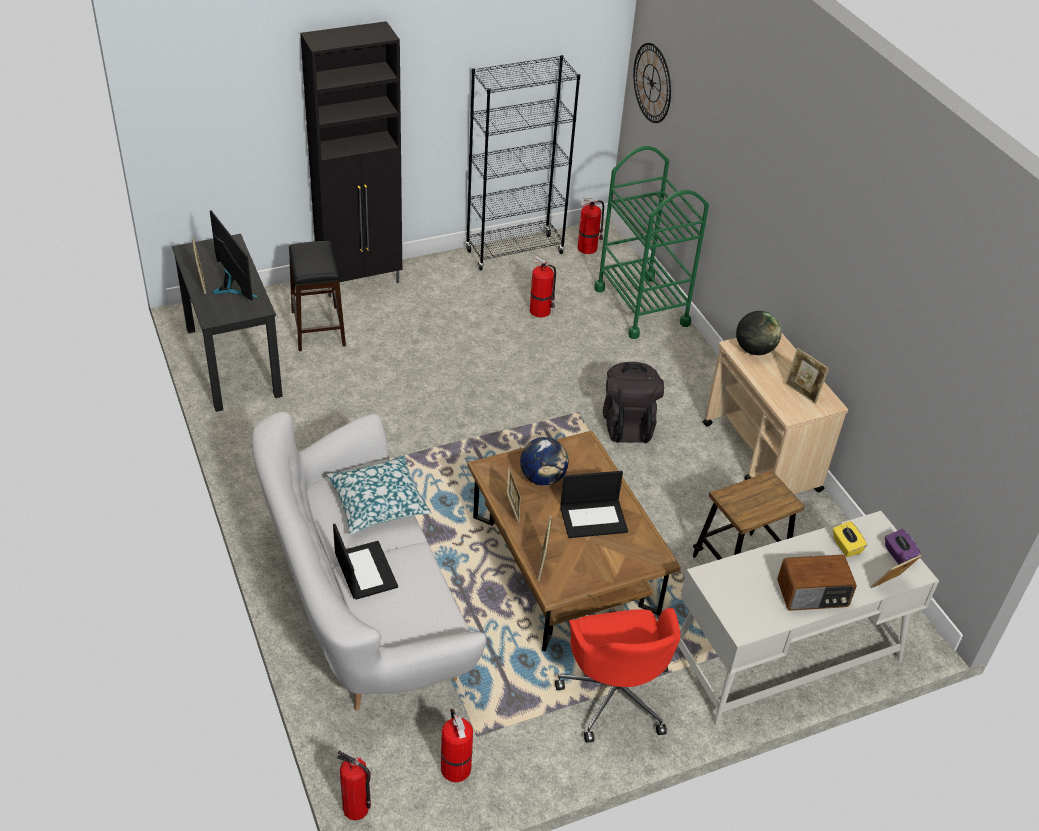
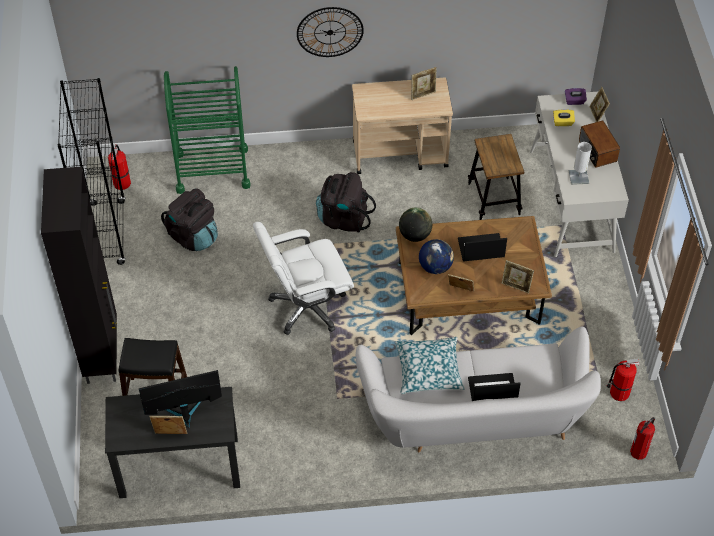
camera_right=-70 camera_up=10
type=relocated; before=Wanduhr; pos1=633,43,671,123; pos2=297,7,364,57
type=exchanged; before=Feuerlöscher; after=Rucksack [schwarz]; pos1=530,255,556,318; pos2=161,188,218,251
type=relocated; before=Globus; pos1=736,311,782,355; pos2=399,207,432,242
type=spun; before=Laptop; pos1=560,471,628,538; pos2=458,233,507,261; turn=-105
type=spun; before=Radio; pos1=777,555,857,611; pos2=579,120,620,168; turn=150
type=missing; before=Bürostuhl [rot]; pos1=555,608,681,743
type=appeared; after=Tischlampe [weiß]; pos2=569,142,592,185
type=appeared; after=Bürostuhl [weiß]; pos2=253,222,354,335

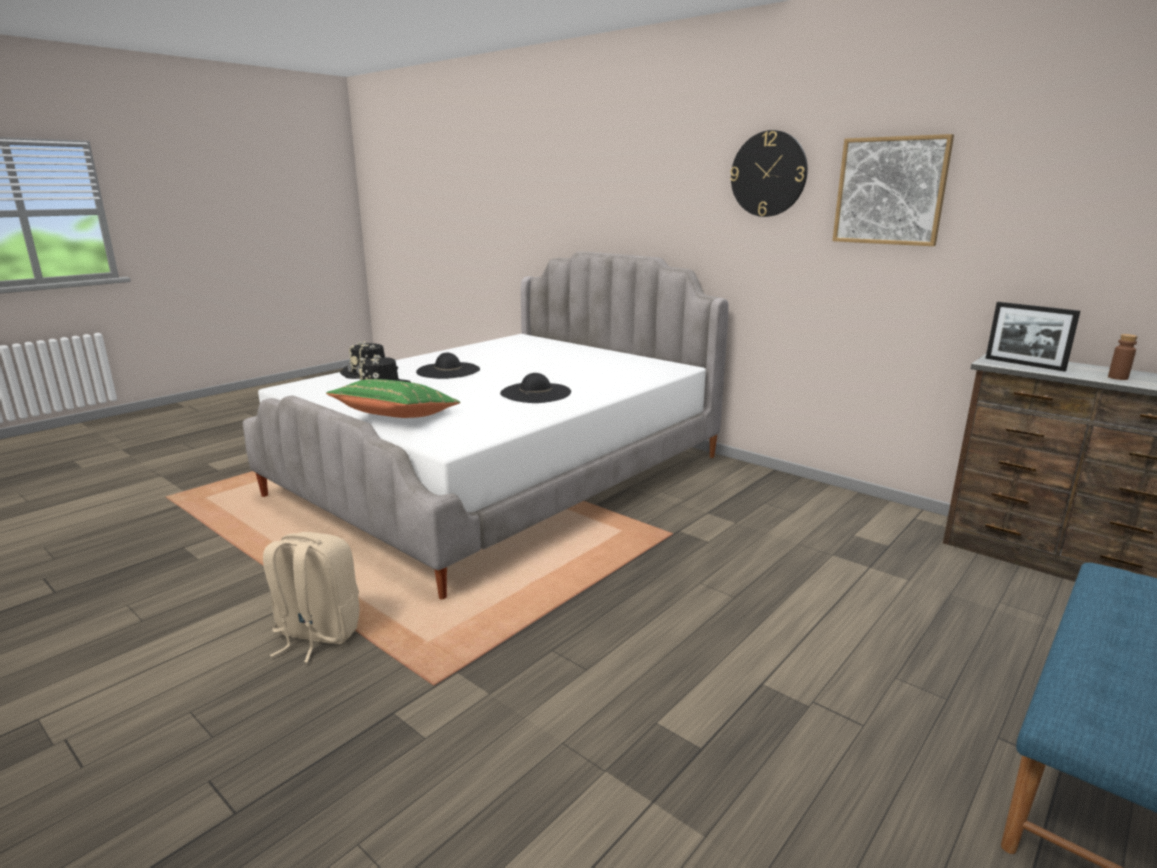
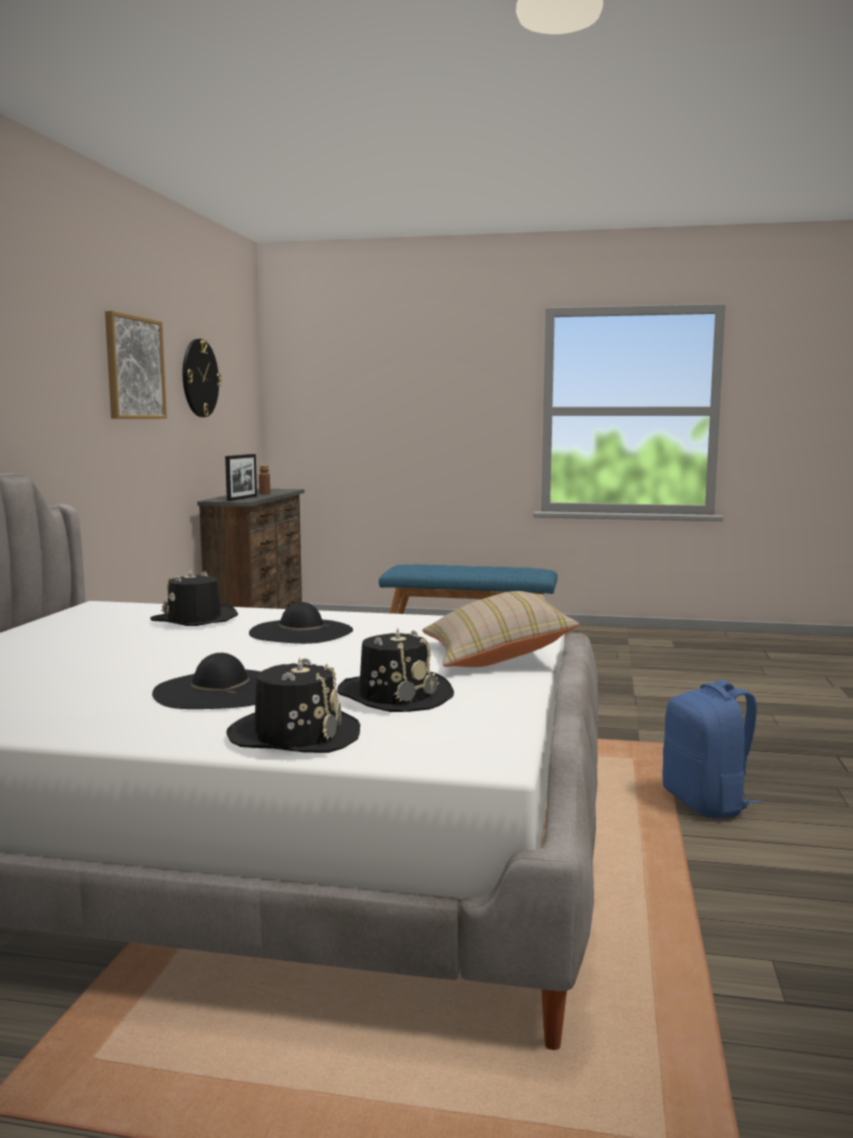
camera_right=-120 camera_up=-10
type=relocated; before=Wanduhr; pos1=730,130,808,217; pos2=182,339,221,417
type=colour; before=Kissen [grün]; after=Kissen [beige]; pos1=326,379,460,418; pos2=422,591,580,667
type=colour; before=Rucksack [beige]; after=Rucksack [blau]; pos1=263,532,360,663; pos2=662,680,762,819
type=appeared; after=Hut [schwarz]; pos2=150,569,238,626

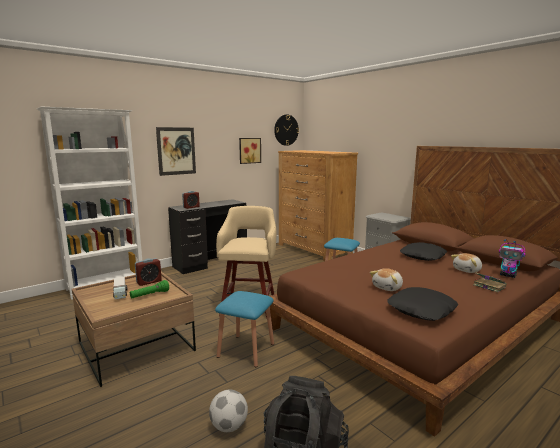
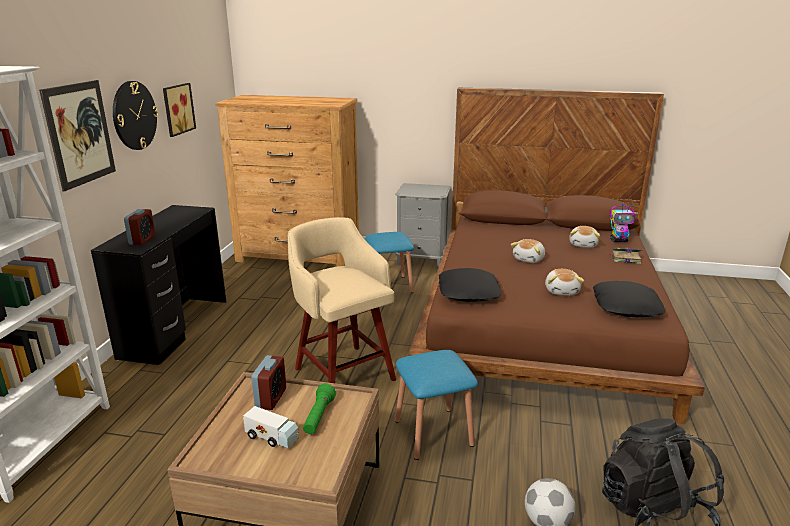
camera_right=-40 camera_up=10
type=relocated; before=Wanduhr; pos1=274,114,299,146; pos2=113,81,158,150
type=relocated; before=Kissen [schwarz]; pos1=400,242,447,261; pos2=439,268,501,302
type=appeared; after=Plüschtier; pos2=511,239,545,263

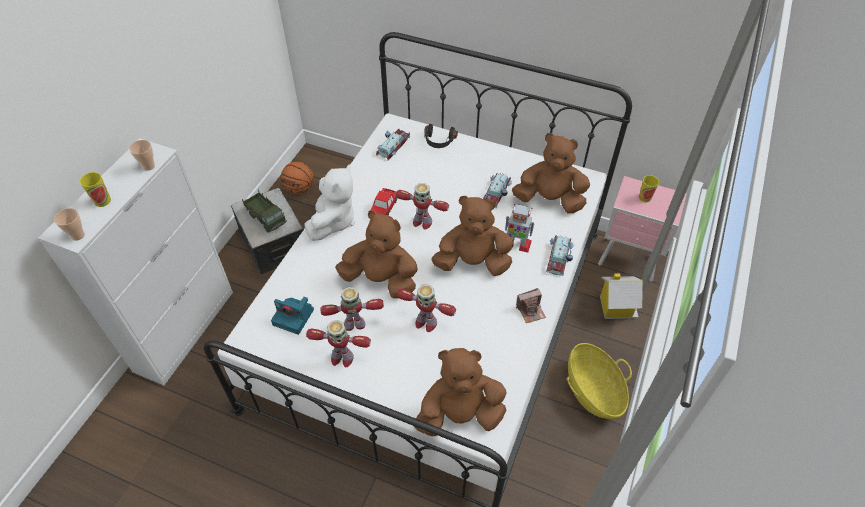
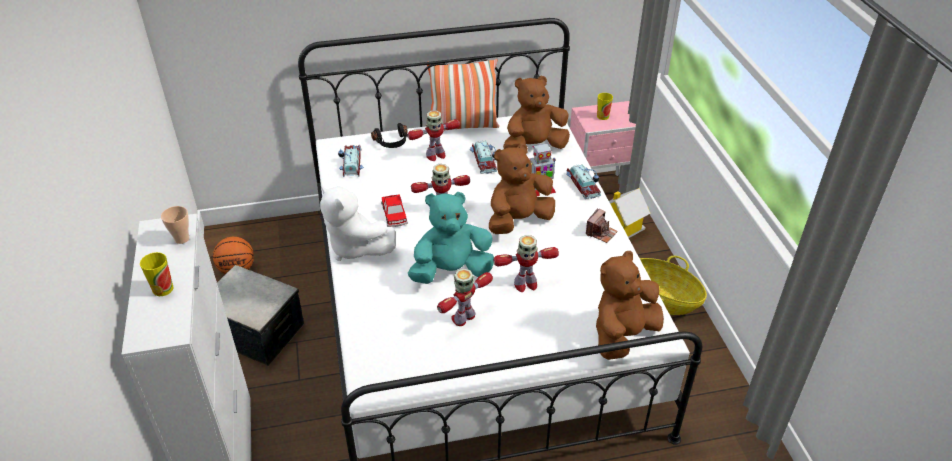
camera_right=-35 camera_up=-10
type=spun; before=Plüschtier [weiß]; pos1=304,164,355,241; pos2=320,186,396,261; turn=150
type=missing; before=Spielzeuglaster; pos1=242,189,287,233
type=missing; before=Tasse; pos1=54,208,85,241
type=colour; before=Plüschtier [braun]; after=Plüschtier [türkis]; pos1=335,211,418,298; pos2=408,192,494,284
type=missing; before=Kamera; pos1=271,297,314,335
type=relocated; before=Spielzeugroboter; pos1=306,320,371,368; pos2=407,110,460,161
type=appeared; after=Kissen; pos2=427,59,499,131

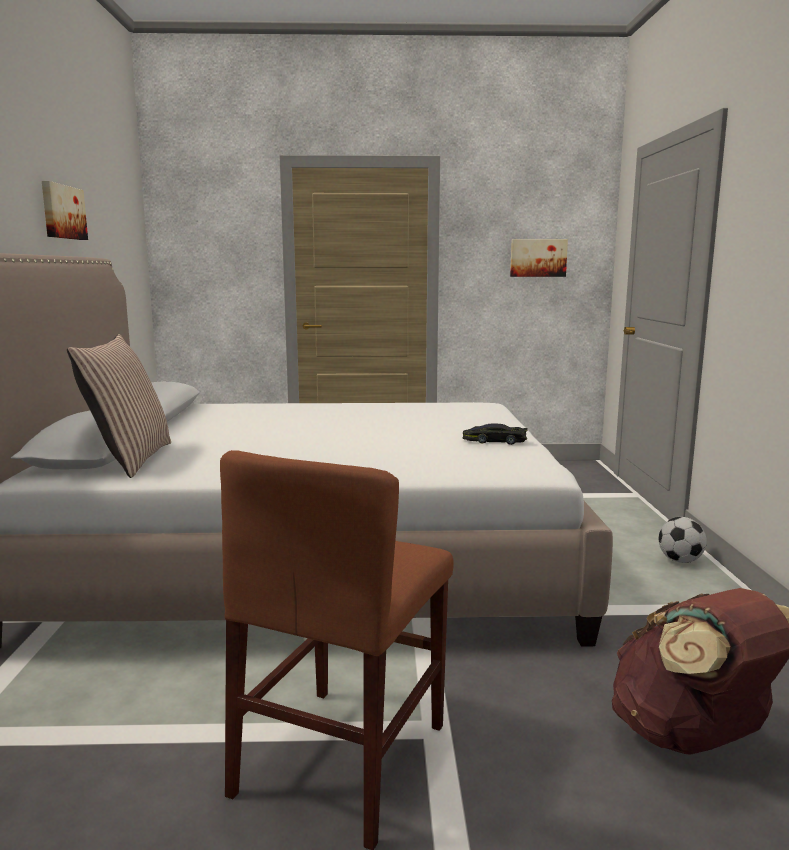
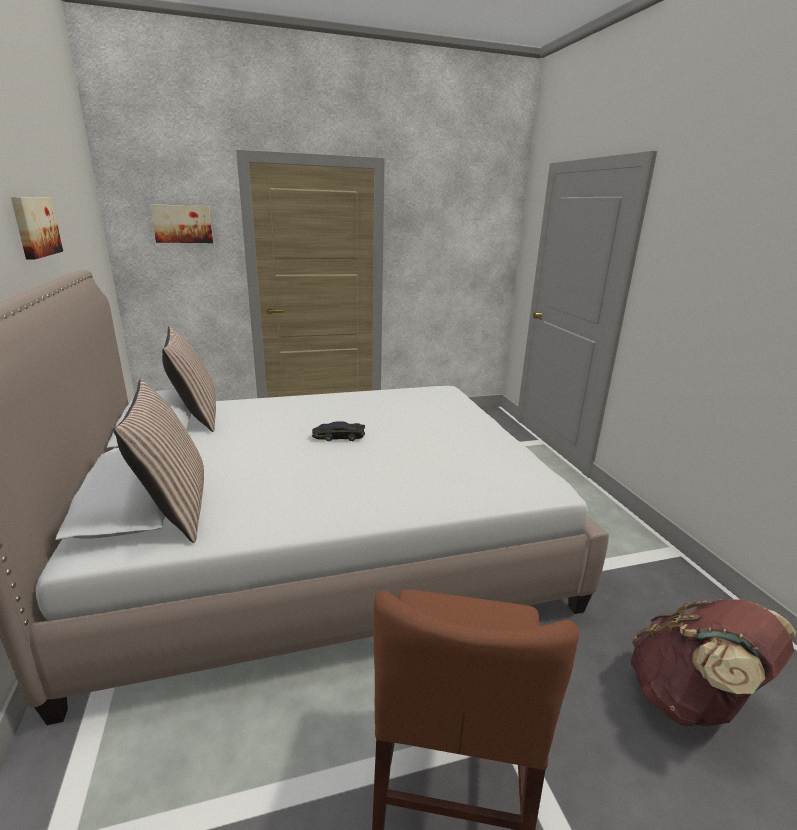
camera_right=-15 camera_up=10
type=relocated; before=Bild; pos1=510,239,568,277; pos2=150,204,213,243
type=relocated; before=Spielzeugauto [schwarz]; pos1=462,423,528,445; pos2=312,421,365,441
type=missing; before=Fußball; pos1=659,517,707,563
type=appeared; after=Kissen; pos2=162,326,216,432

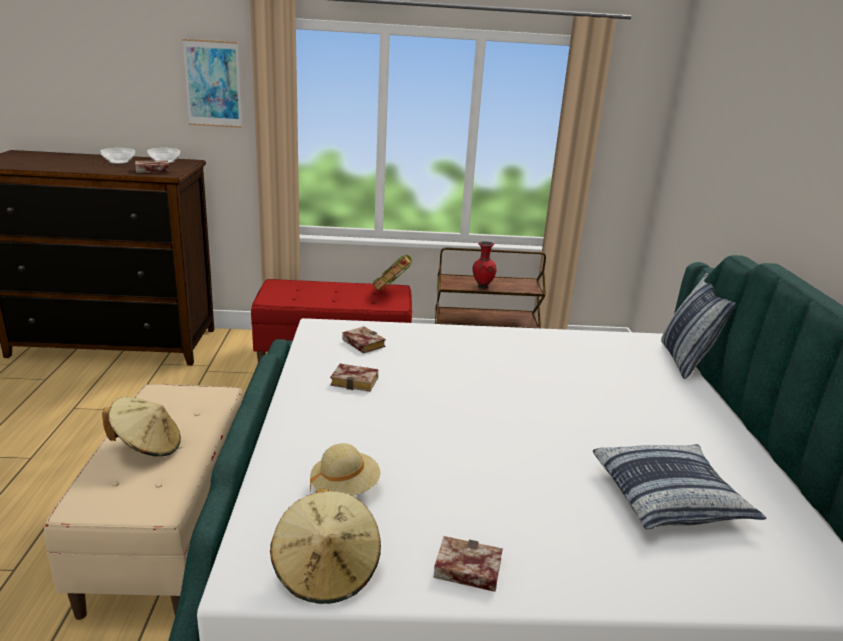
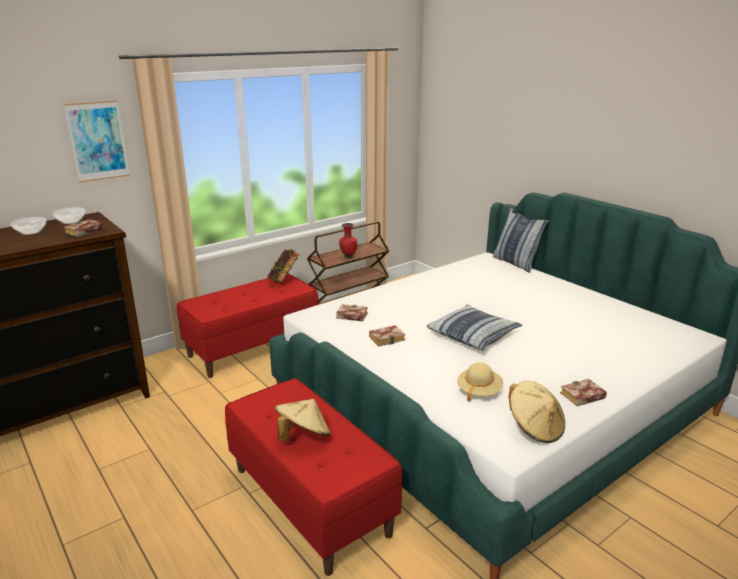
camera_right=-35 camera_up=0
type=colour; before=Bank [beige]; after=Bank [rot]; pos1=44,384,244,620; pos2=225,378,403,576
type=relocated; before=Kissen; pos1=593,444,767,529; pos2=427,304,522,351

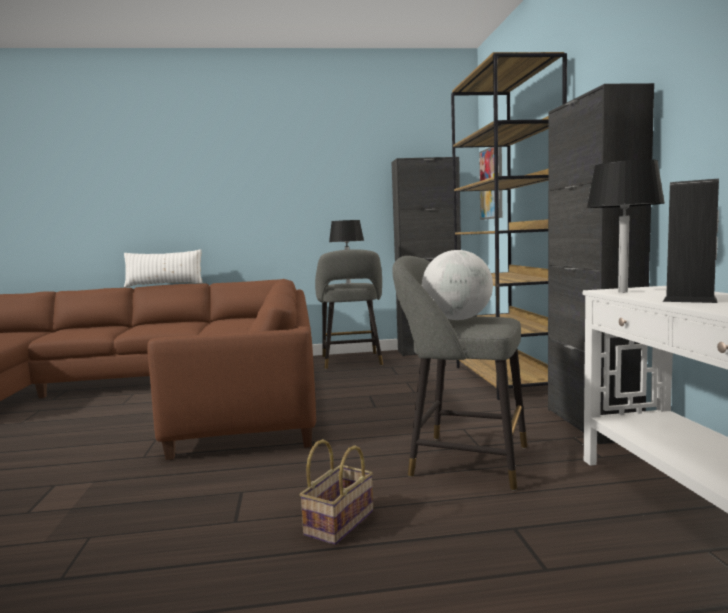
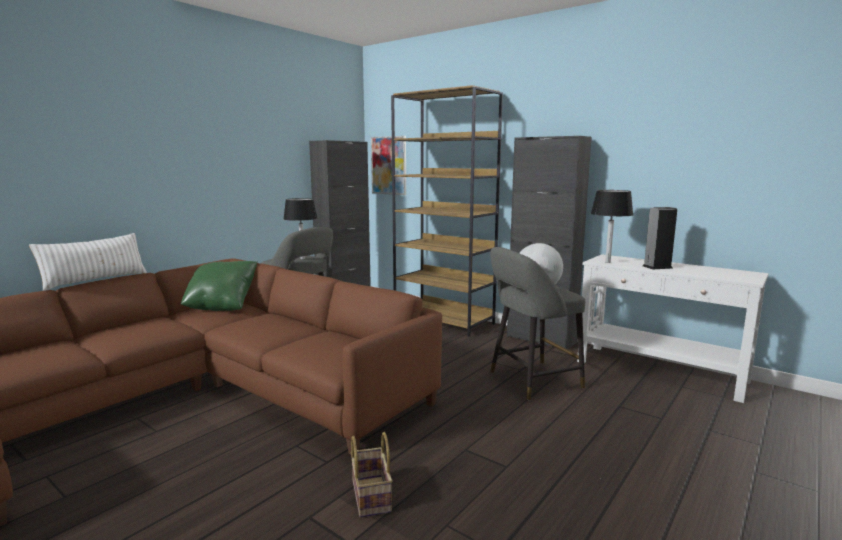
camera_right=-45 camera_up=5
type=relocated; before=Korb; pos1=299,439,373,545; pos2=351,432,393,518
type=appeared; after=Kissen [grün]; pos2=181,261,257,311

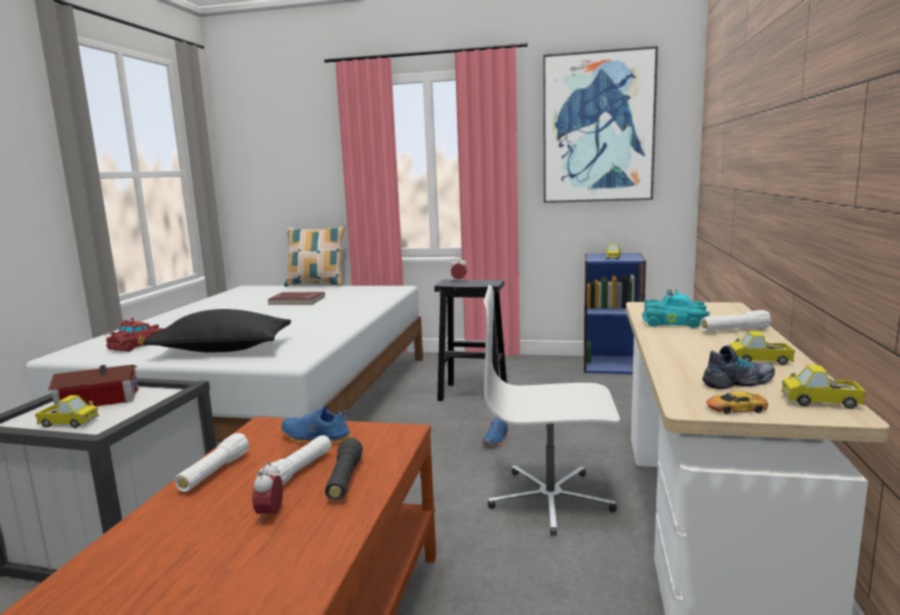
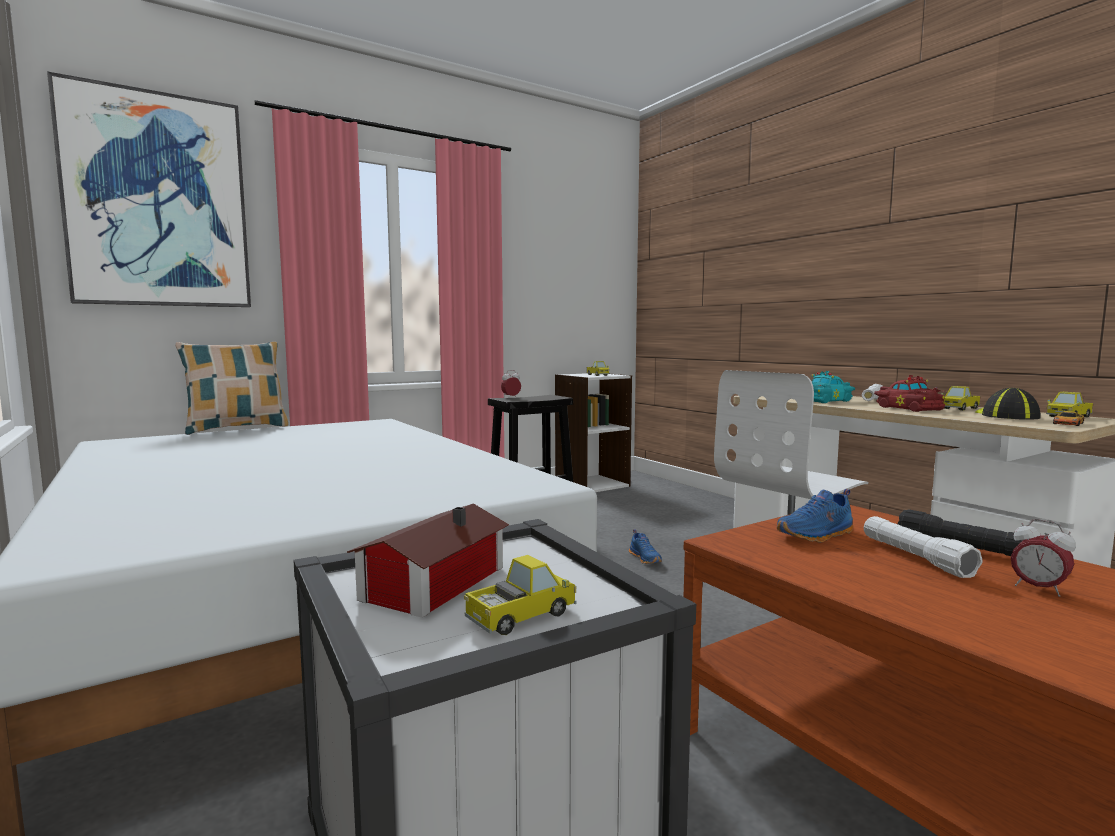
camera_right=-45 camera_up=-5
type=relocated; before=Bild; pos1=543,46,658,203; pos2=47,71,251,307
type=colour; before=Bücherregal [blau]; after=Bücherregal [weiß]; pos1=584,253,646,374; pos2=555,373,632,492
type=missing; before=Buch [rot]; pos1=267,292,325,305
type=missing; before=Kissen [schwarz]; pos1=142,309,291,353
type=relocated; before=Spielzeugauto [rot]; pos1=104,318,164,352; pos2=874,375,946,412
type=exchanged; before=Schuh; after=Kappe; pos1=702,346,775,389; pos2=975,388,1040,420
type=missing; before=Taschenlampe [weiß]; pos1=175,433,249,492

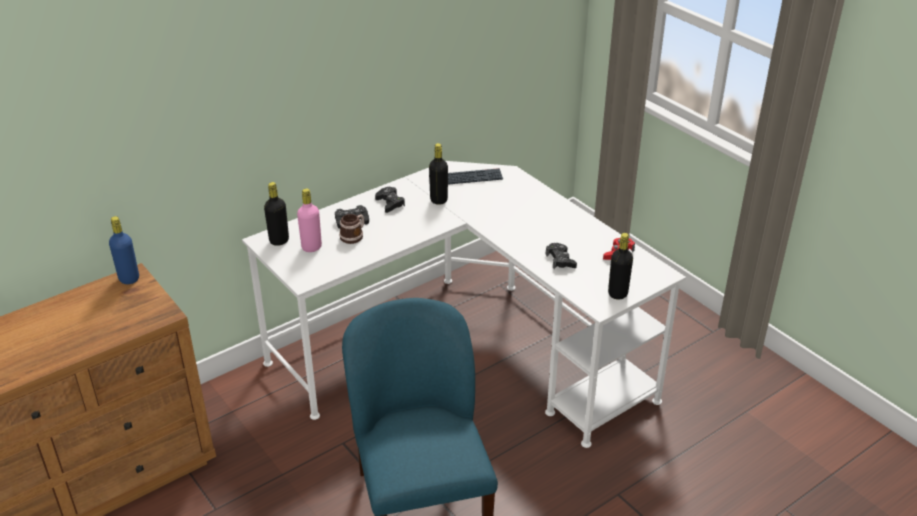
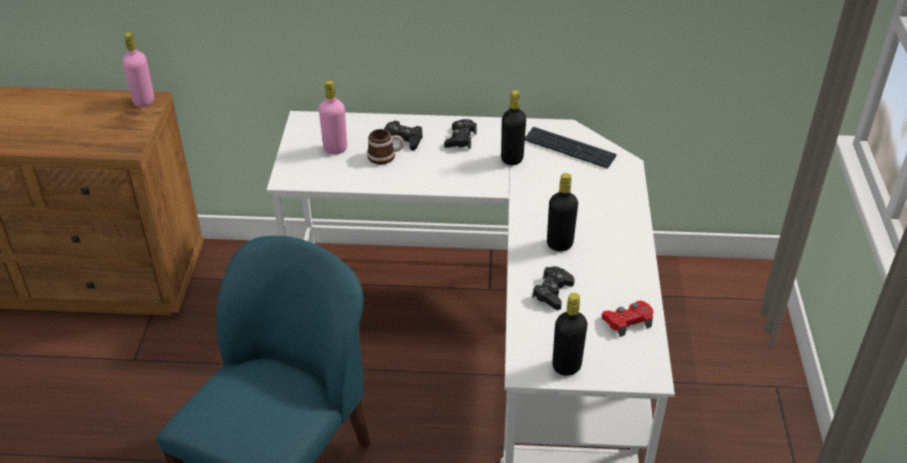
camera_right=40 camera_up=5
type=relocated; before=Flasche [schwarz]; pos1=264,182,289,246; pos2=547,173,578,251
type=colour; before=Flasche [blau]; after=Flasche [rosa]; pos1=109,216,139,284; pos2=123,32,154,107

